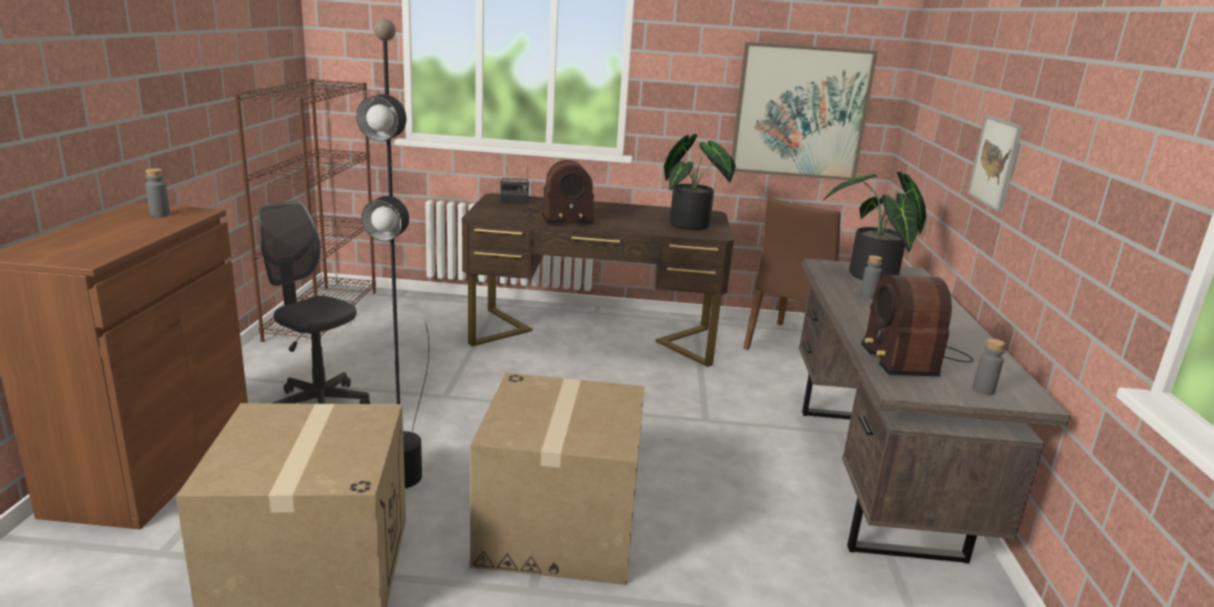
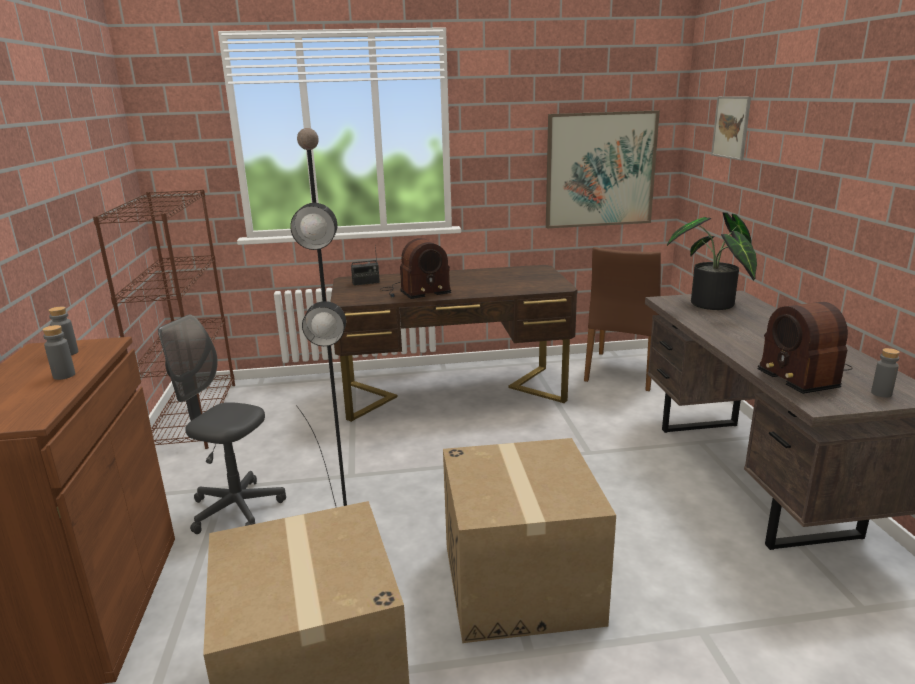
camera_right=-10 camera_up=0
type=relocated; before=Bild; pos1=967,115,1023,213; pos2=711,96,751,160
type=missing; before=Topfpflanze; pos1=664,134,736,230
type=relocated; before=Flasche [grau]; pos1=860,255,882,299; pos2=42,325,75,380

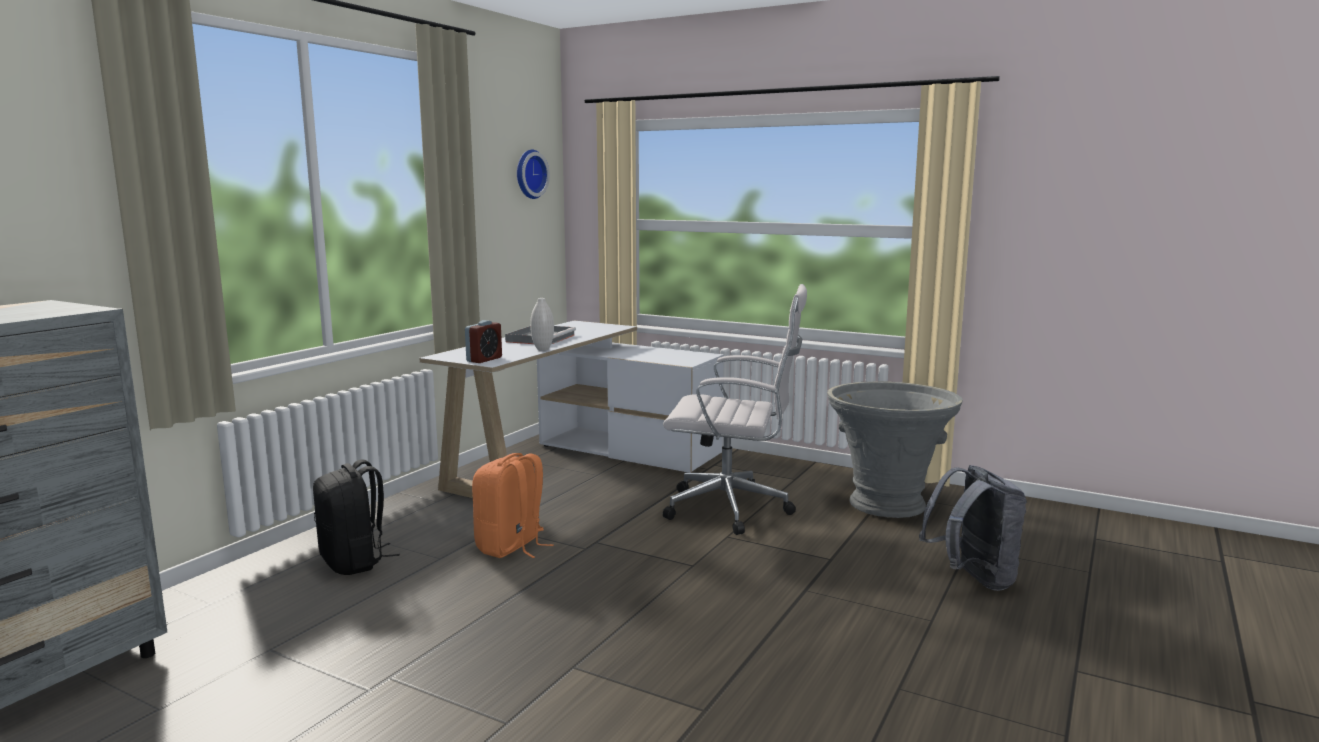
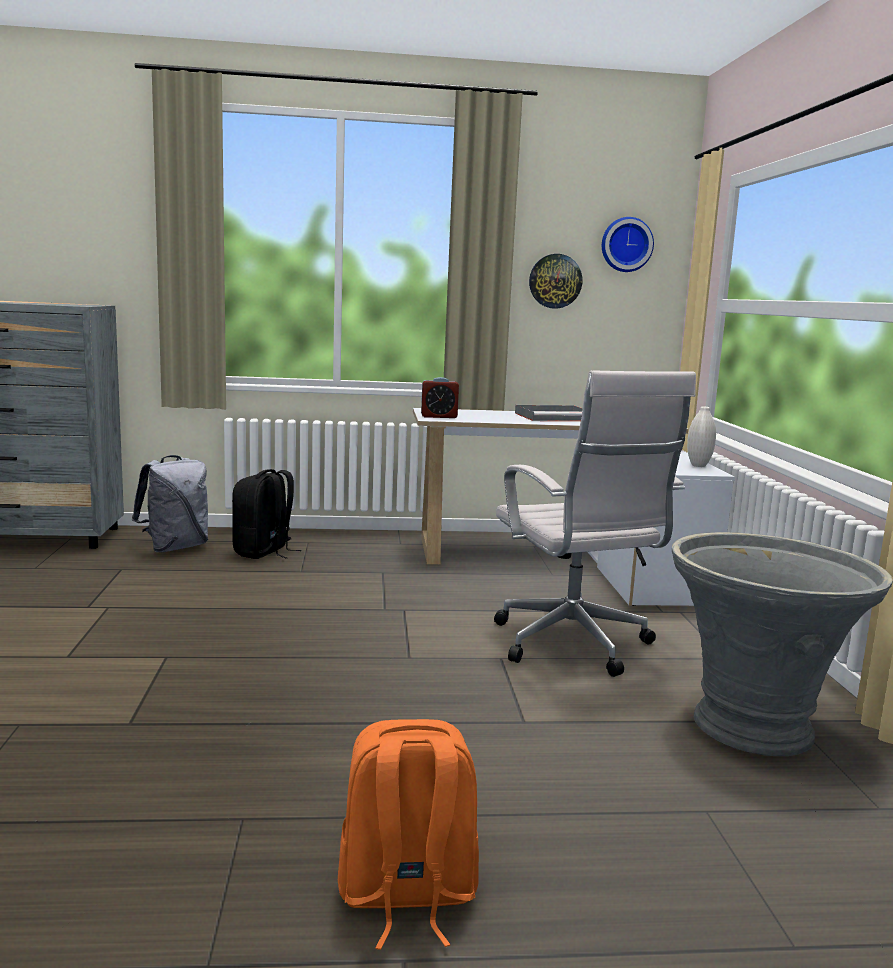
camera_right=55 camera_up=0
type=relocated; before=Vase [weiß]; pos1=530,298,554,351; pos2=687,406,716,467
type=relocated; before=Rucksack [orange]; pos1=472,453,554,558; pos2=338,719,479,950
type=relocated; before=Rucksack [grau]; pos1=919,465,1027,591; pos2=132,455,208,552
type=appeared; after=Wanduhr; pos2=529,254,583,309

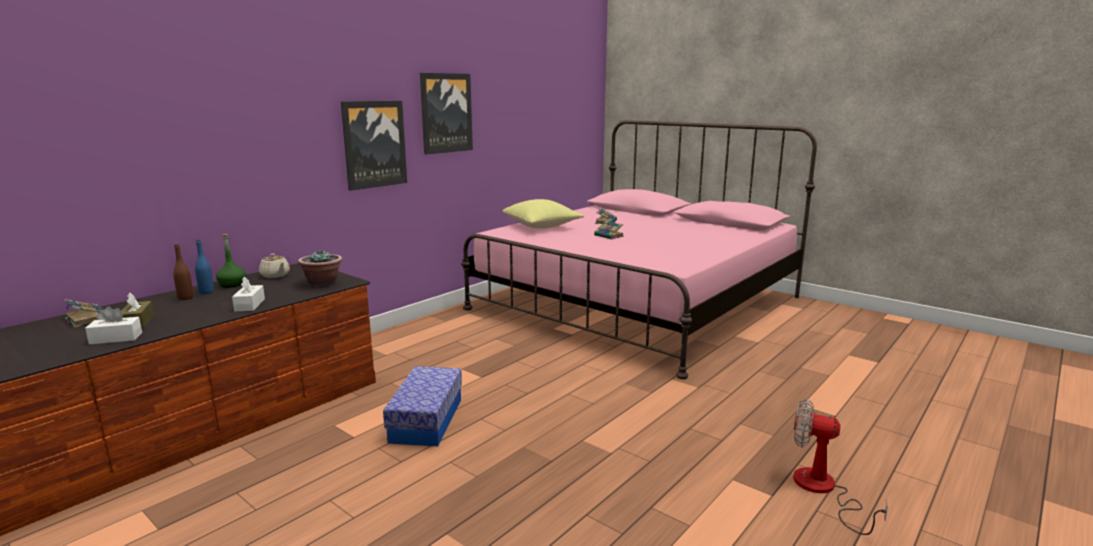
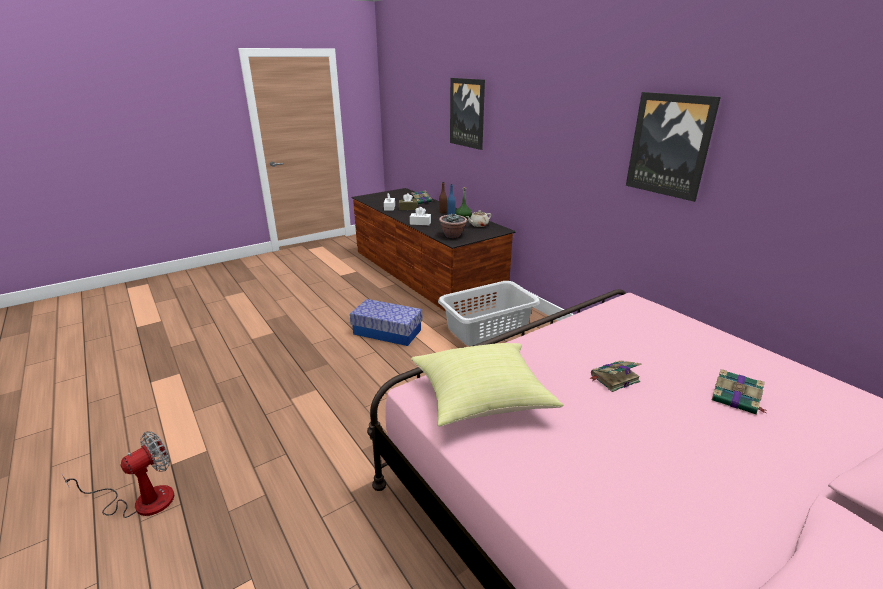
camera_right=105 camera_up=10
type=relocated; before=Bild; pos1=341,101,407,191; pos2=450,78,485,150
type=relocated; before=Kissen [gelb]; pos1=503,199,584,229; pos2=411,343,564,427
type=appeared; after=Wäschekorb [grau]; pos2=438,281,540,346

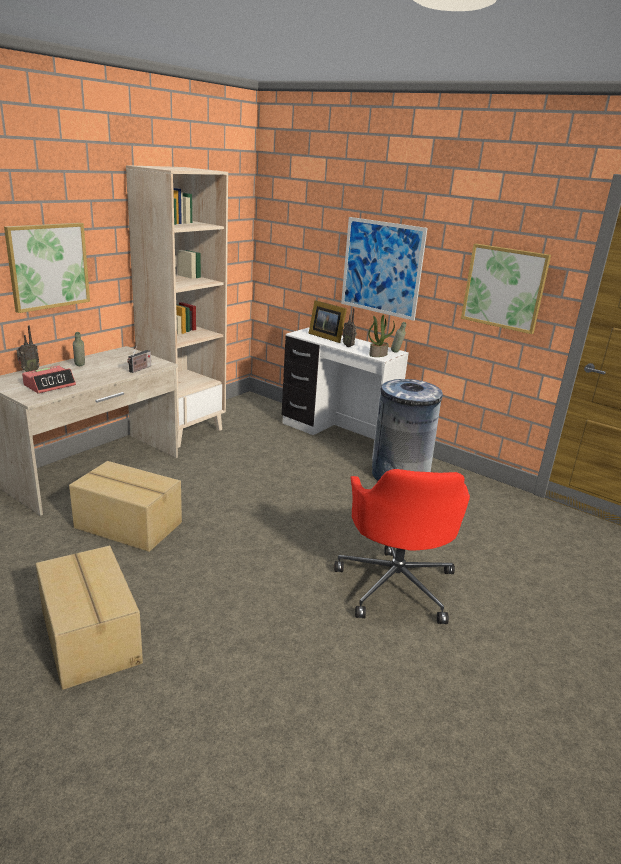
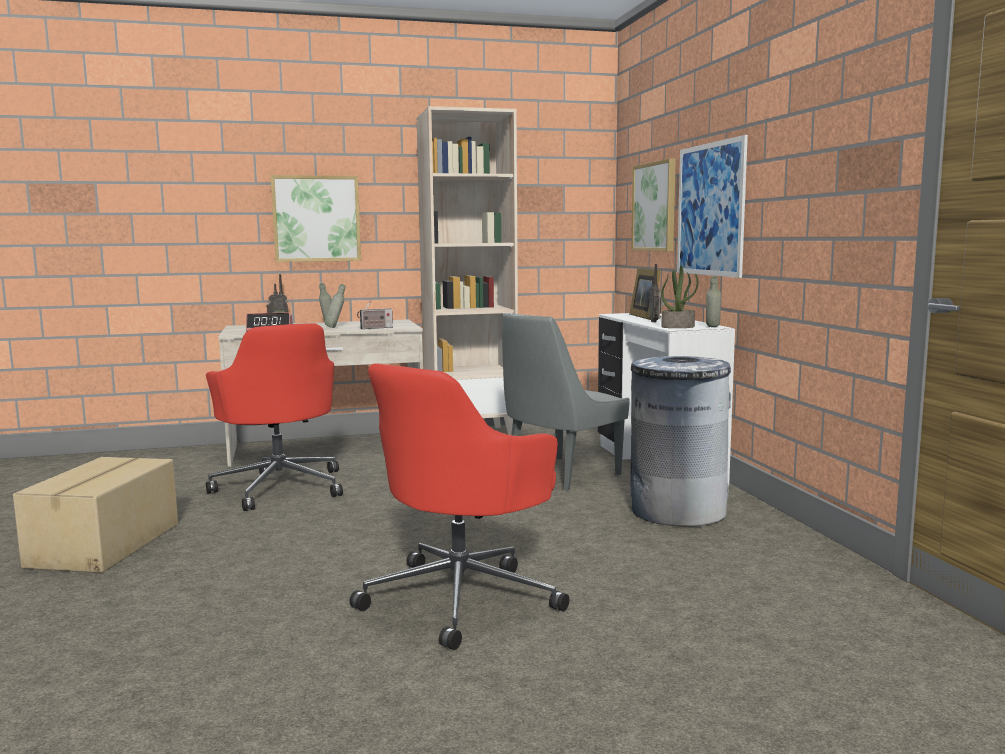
camera_right=40 camera_up=-15
type=relocated; before=Bild; pos1=461,244,551,334; pos2=631,158,676,252
type=exchanged; before=Karton; after=Bürostuhl [rot]; pos1=69,461,182,552; pos2=206,323,343,511
type=appeared; after=Flasche [grau]; pos2=325,284,345,328
type=appeared; after=Stuhl [grau]; pos2=502,313,629,491

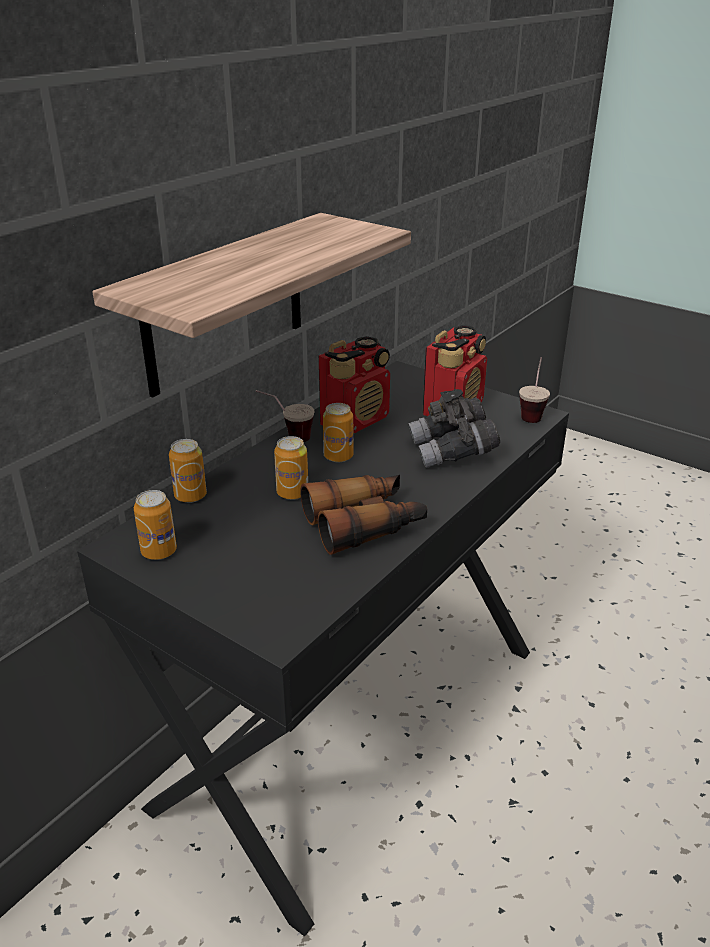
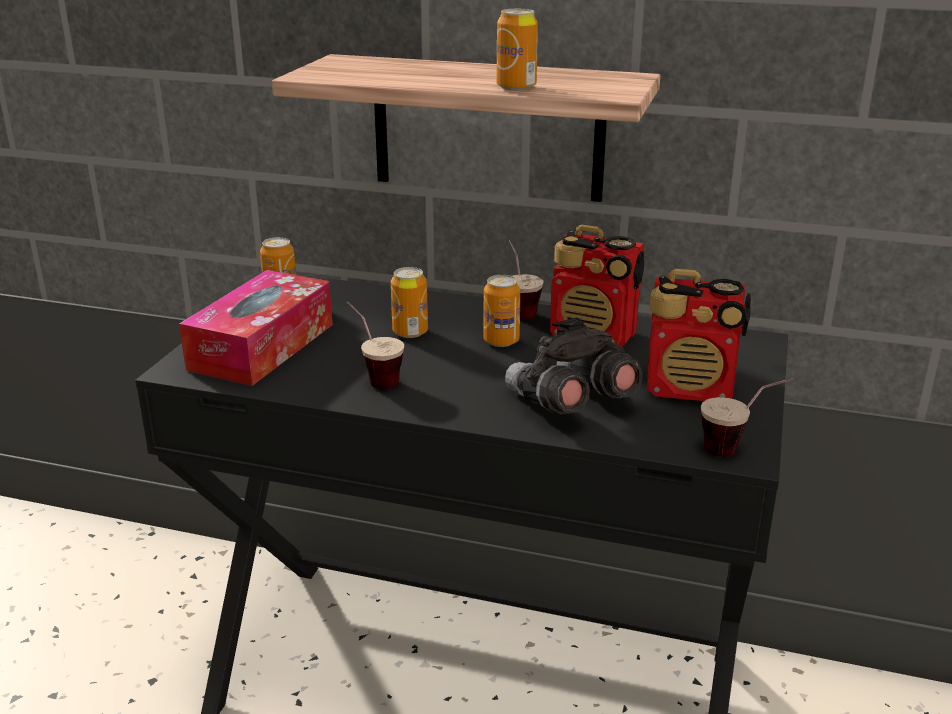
camera_right=70 camera_up=-5
type=relocated; before=Dose; pos1=169,439,207,503; pos2=496,9,538,91
type=exchanged; before=Fernglas; after=Tasse; pos1=300,475,427,555; pos2=347,302,404,389
type=appeared; after=Taschentuchbox; pos2=179,270,332,386

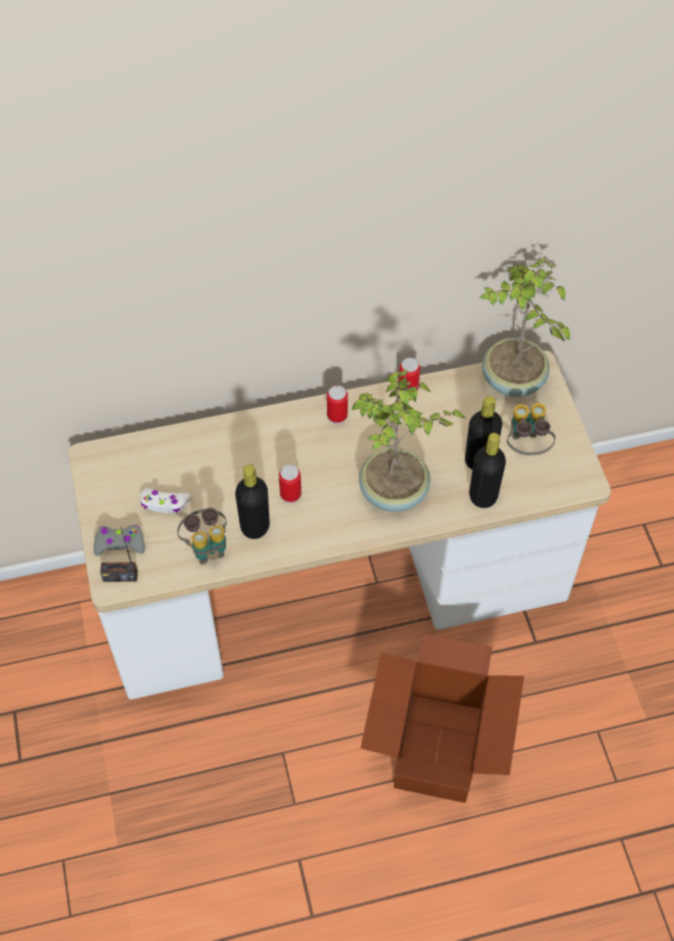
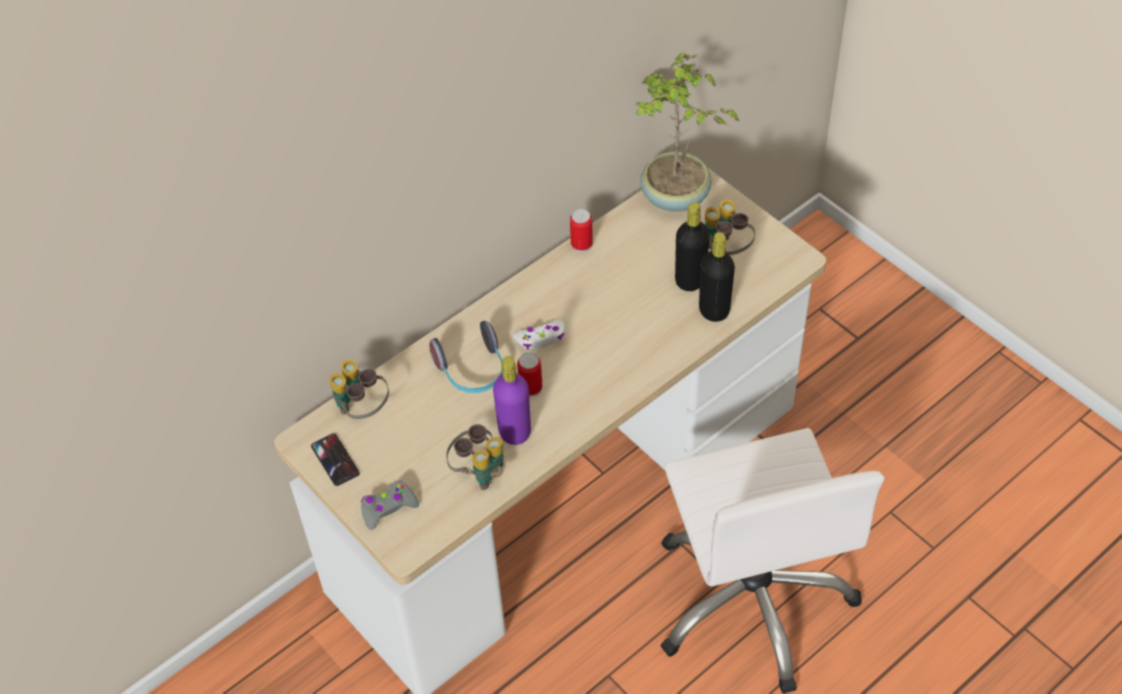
camera_right=-25 camera_up=-5
type=missing; before=Topfpflanze; pos1=350,370,465,512
type=missing; before=Dose; pos1=327,386,348,424
type=colour; before=Flasche [schwarz]; after=Flasche [lila]; pos1=235,464,270,539; pos2=493,356,531,445
type=relocated; before=Gamepad [weiß]; pos1=140,488,191,513; pos2=512,320,565,349
type=missing; before=Radio; pos1=100,528,138,582
type=exchanged; before=Karton; after=Bürostuhl [weiß]; pos1=361,634,524,803; pos2=661,428,885,694
type=appeared; after=Kopfhörer; pos2=429,321,502,393
type=appeared; after=Fernglas; pos2=329,360,389,419
type=appeared; after=Handy; pos2=311,433,360,486

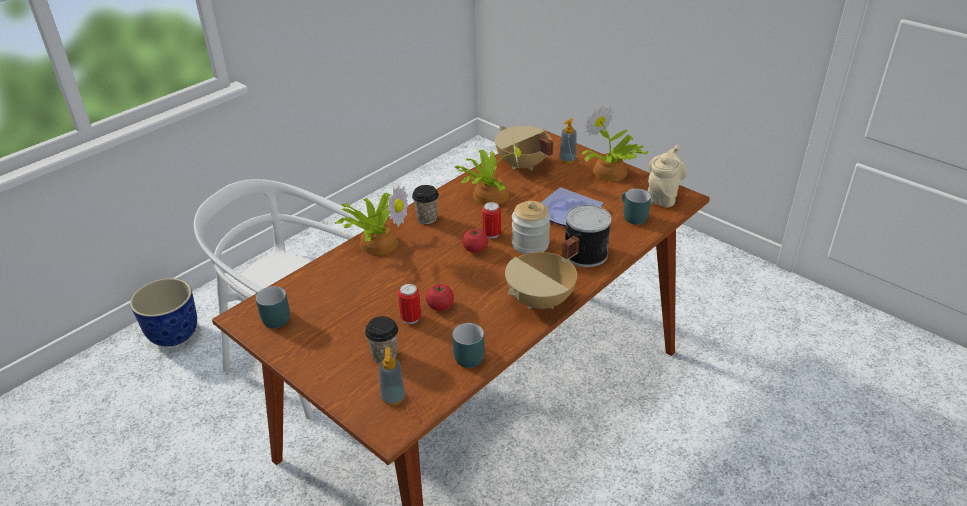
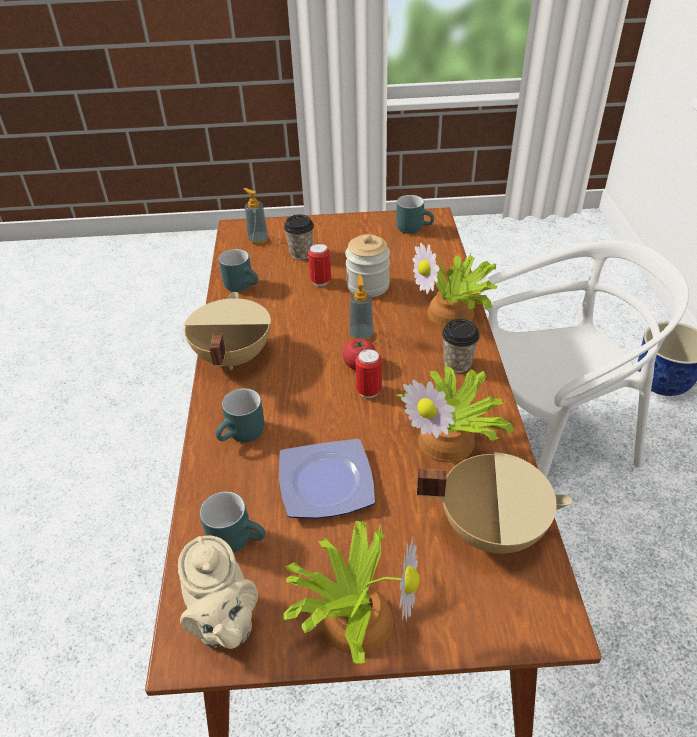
camera_right=135 camera_up=5
type=relocated; before=Seifenspender; pos1=559,118,577,164; pos2=349,275,374,340
type=relocated; before=Vorratsglas; pos1=512,201,551,254; pos2=345,234,390,297
type=exchanged; before=Dose; after=Henkelbecher [türkis]; pos1=565,205,612,267; pos2=216,388,264,443
type=missing; before=Tomate; pos1=426,284,454,311

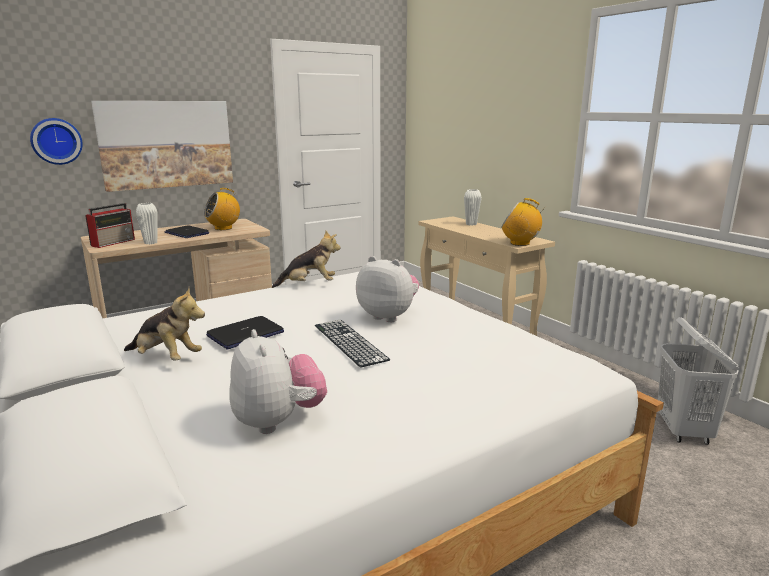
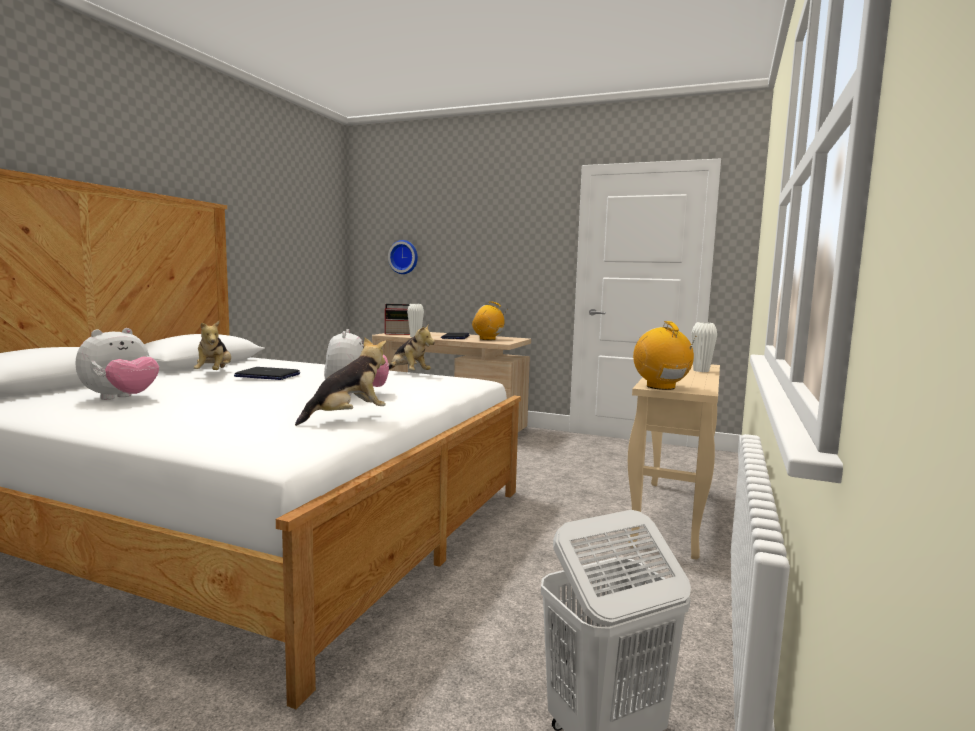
camera_right=55 camera_up=-10
type=missing; before=Bild; pos1=91,101,233,192
type=missing; before=Tastatur; pos1=315,320,390,368
type=appeared; after=Plüschtier; pos2=295,338,386,426

